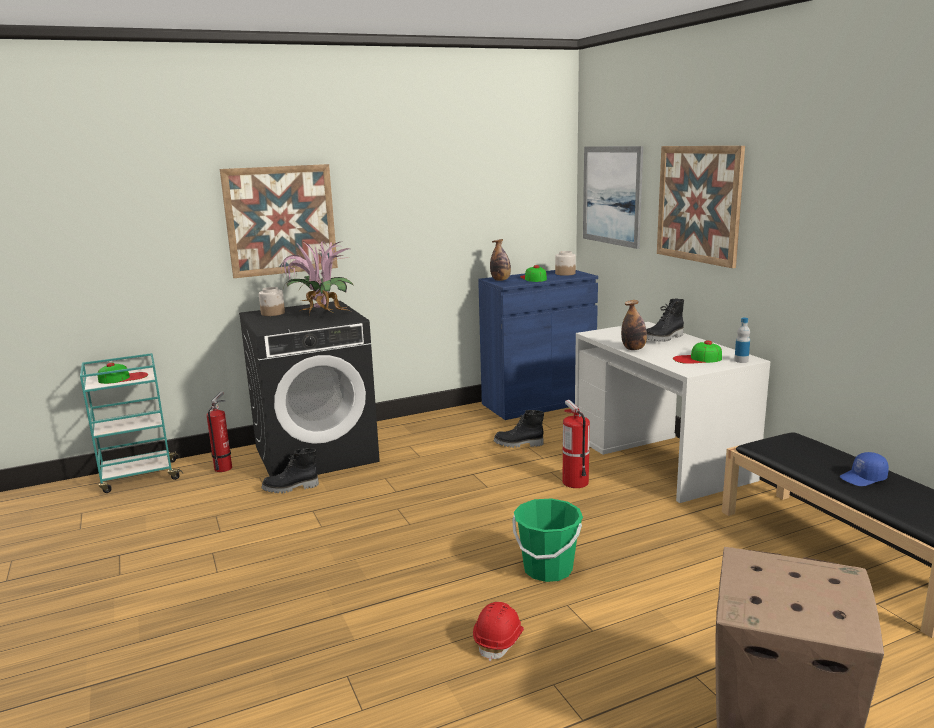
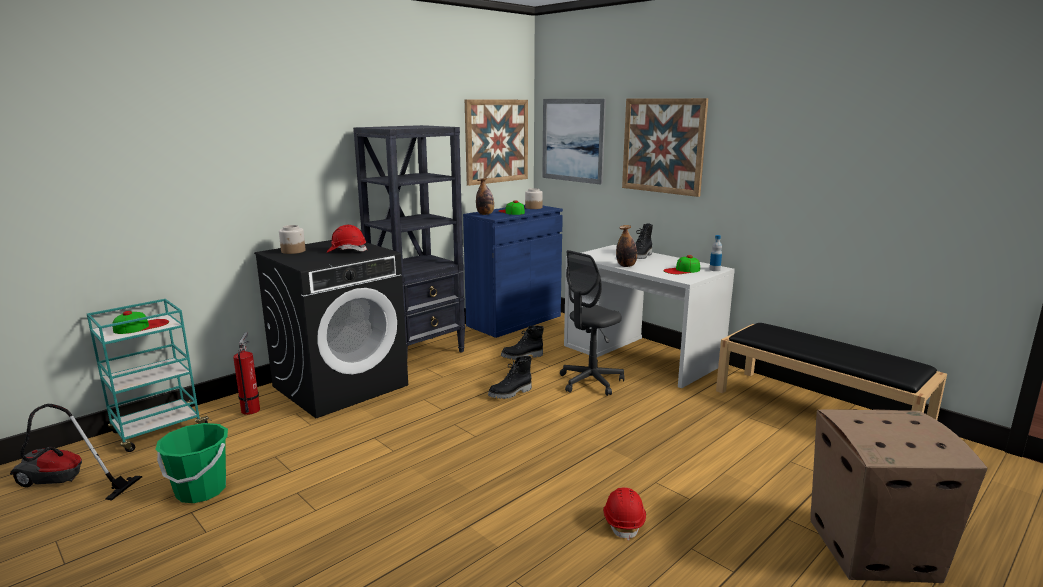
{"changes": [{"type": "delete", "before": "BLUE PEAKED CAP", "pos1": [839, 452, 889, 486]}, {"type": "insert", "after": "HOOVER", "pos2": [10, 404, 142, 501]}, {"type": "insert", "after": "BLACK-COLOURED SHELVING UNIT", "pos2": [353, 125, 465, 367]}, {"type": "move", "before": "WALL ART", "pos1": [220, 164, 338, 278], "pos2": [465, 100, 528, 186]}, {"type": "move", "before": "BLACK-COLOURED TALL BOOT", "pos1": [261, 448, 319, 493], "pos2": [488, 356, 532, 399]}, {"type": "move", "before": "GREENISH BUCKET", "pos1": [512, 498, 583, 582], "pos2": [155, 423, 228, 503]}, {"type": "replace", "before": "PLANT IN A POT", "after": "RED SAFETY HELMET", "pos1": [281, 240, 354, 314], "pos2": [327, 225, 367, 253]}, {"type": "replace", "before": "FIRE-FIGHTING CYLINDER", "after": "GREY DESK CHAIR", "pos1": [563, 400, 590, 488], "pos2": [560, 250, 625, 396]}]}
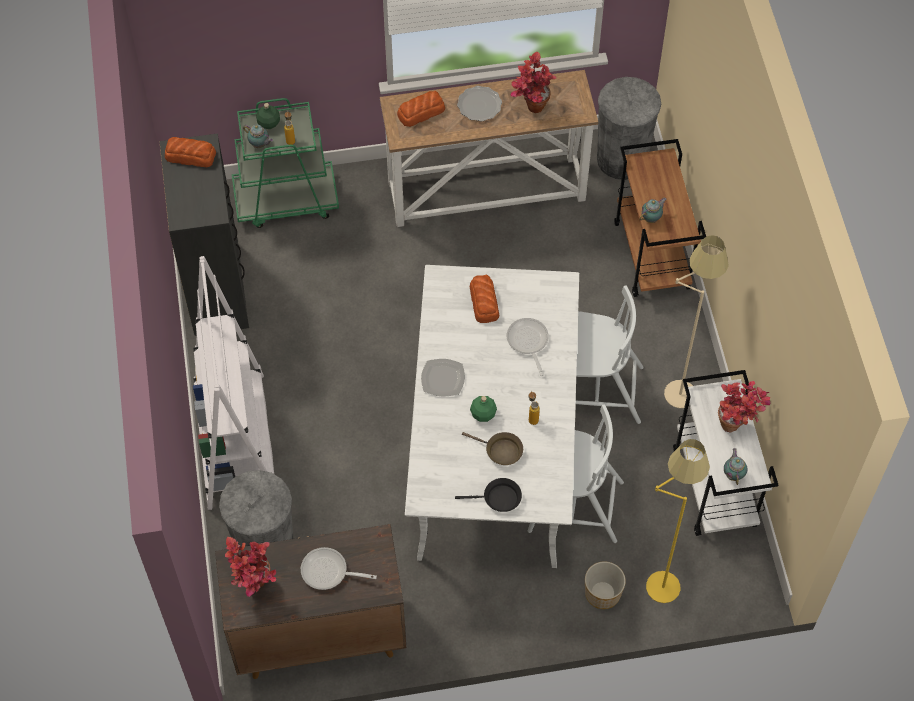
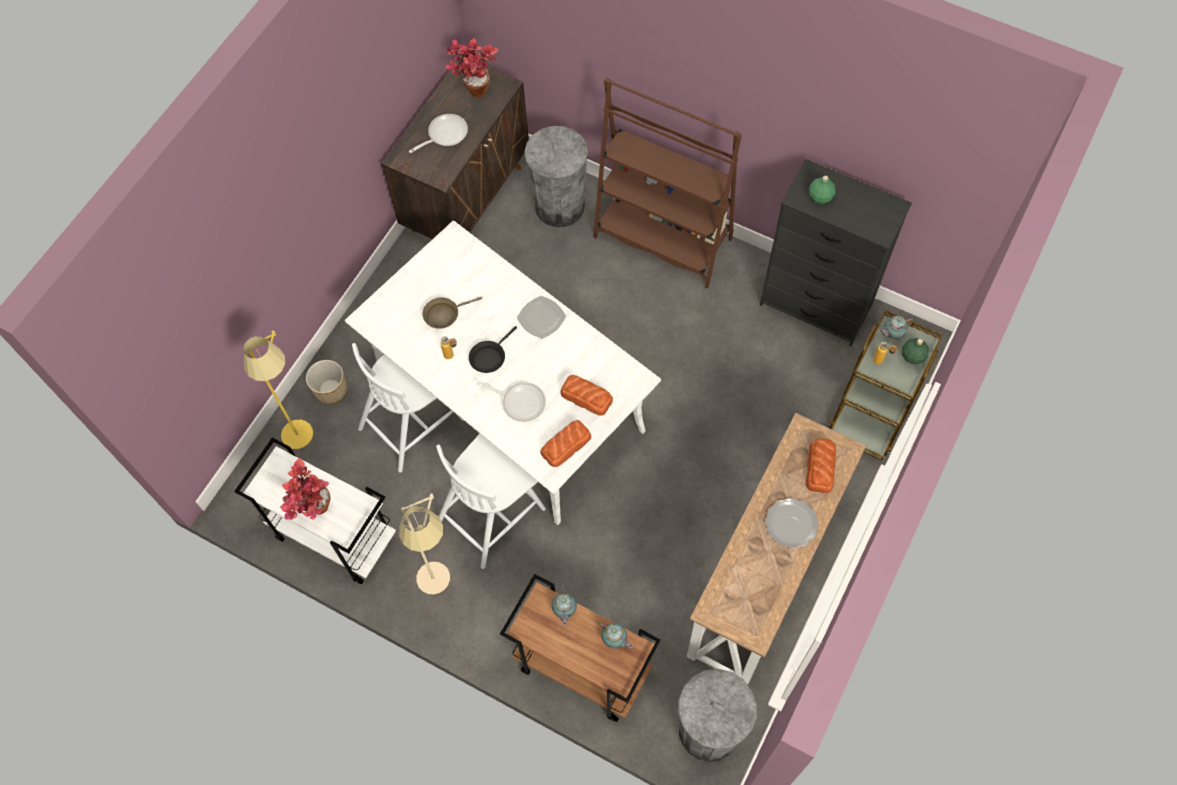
{"changes": [{"type": "delete", "before": "PLANT IN A POT", "pos1": [510, 52, 557, 113]}, {"type": "move", "before": "BREAD", "pos1": [165, 137, 216, 167], "pos2": [540, 420, 591, 467]}, {"type": "move", "before": "BLACK-COLOURED SKILLET", "pos1": [455, 478, 522, 512], "pos2": [469, 326, 517, 373]}, {"type": "move", "before": "GREENISH DRINK BOTTLE", "pos1": [470, 396, 497, 422], "pos2": [809, 175, 835, 204]}, {"type": "move", "before": "TEAPOT", "pos1": [724, 448, 747, 485], "pos2": [598, 622, 633, 648]}, {"type": "recolor", "before": "WHITE SHELVING UNIT", "after": "BROWN-COLOURED SHELVING UNIT", "pos1": [193, 256, 274, 510], "pos2": [593, 77, 742, 289]}, {"type": "recolor", "before": "GREENISH WHEELED CART", "after": "BROWN-COLOURED WHEELED CART", "pos1": [232, 98, 339, 228], "pos2": [829, 310, 943, 461]}]}
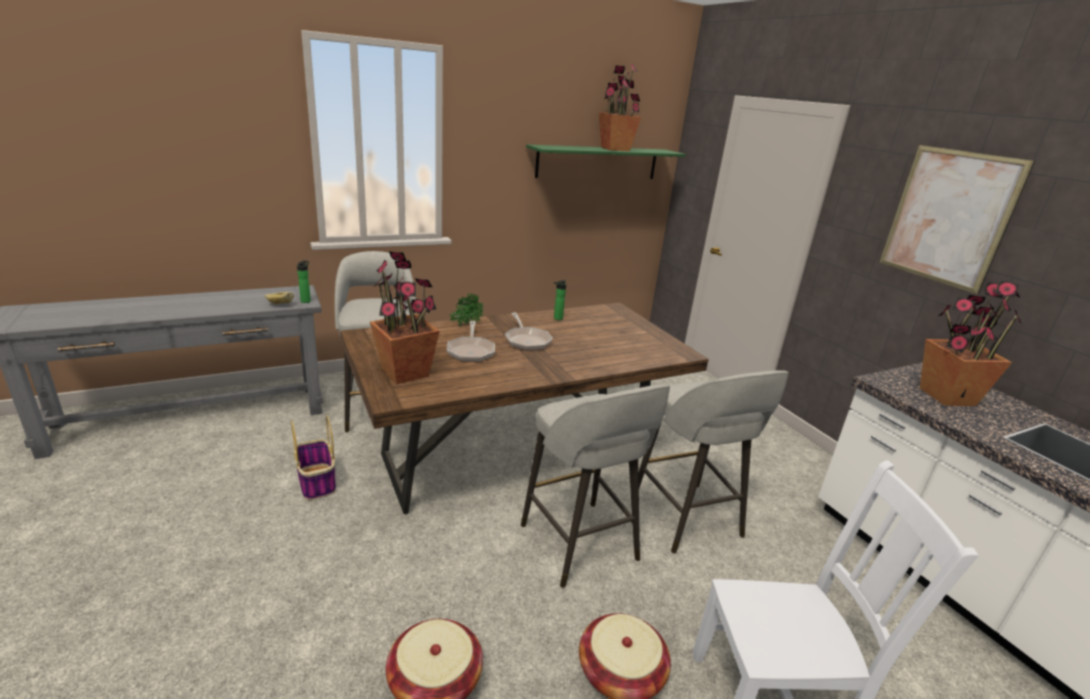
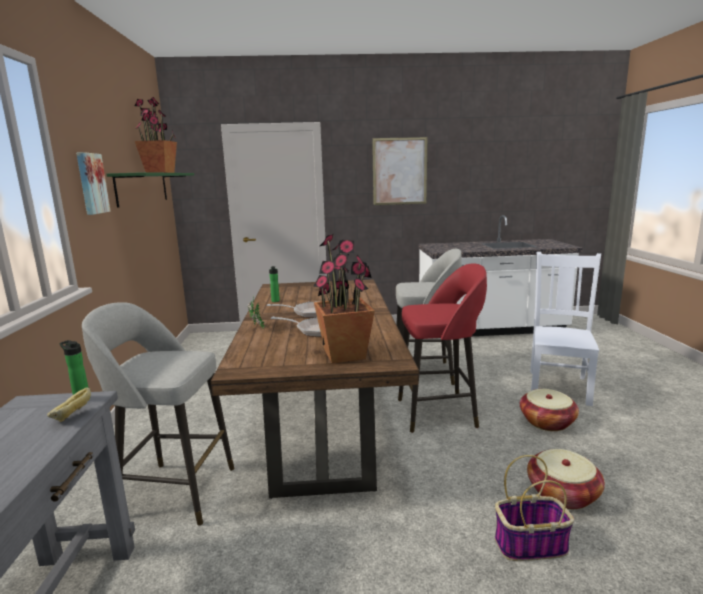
{"changes": [{"type": "delete", "before": "PLANT IN A POT", "pos1": [920, 281, 1022, 406]}, {"type": "insert", "after": "WALL ART", "pos2": [76, 152, 111, 215]}, {"type": "move", "before": "HOUSEHOLD BASKET", "pos1": [291, 415, 336, 500], "pos2": [495, 455, 574, 561]}, {"type": "recolor", "before": "GREY STOOL", "after": "RED STOOL", "pos1": [521, 384, 670, 588], "pos2": [398, 263, 487, 433]}]}
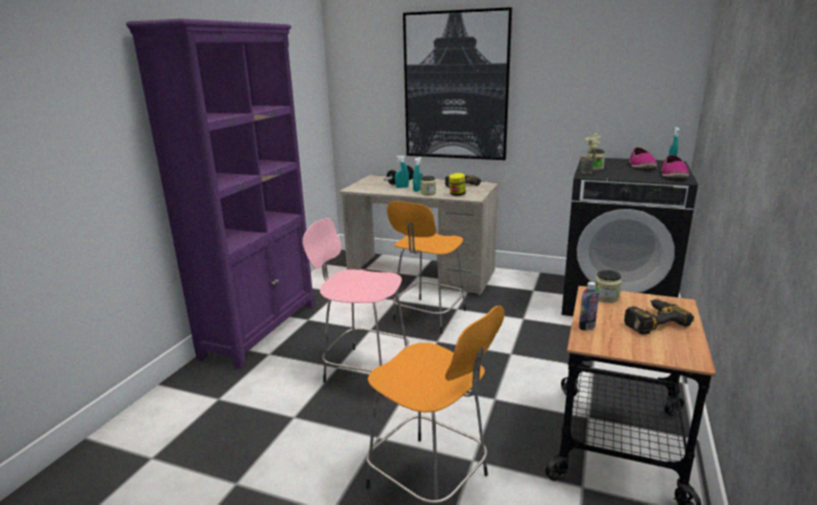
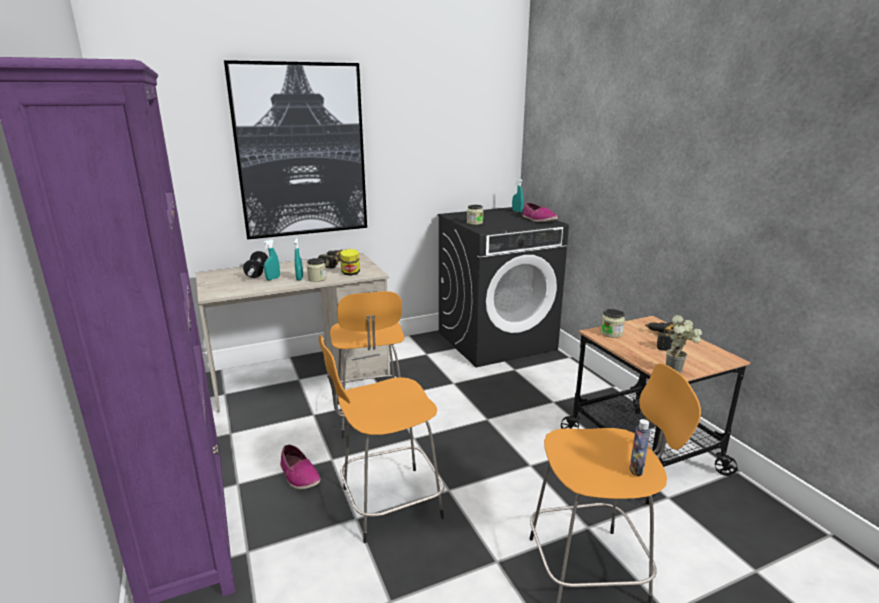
{"changes": [{"type": "move", "before": "DRINK BOTTLE", "pos1": [579, 282, 599, 330], "pos2": [630, 419, 650, 476]}, {"type": "move", "before": "PLANT IN A POT", "pos1": [581, 132, 601, 174], "pos2": [666, 315, 702, 374]}, {"type": "move", "before": "LOW SHOE", "pos1": [629, 147, 657, 168], "pos2": [280, 445, 320, 489]}, {"type": "recolor", "before": "PINK STOOL", "after": "ORANGEY STOOL", "pos1": [303, 218, 409, 396], "pos2": [319, 335, 444, 543]}]}
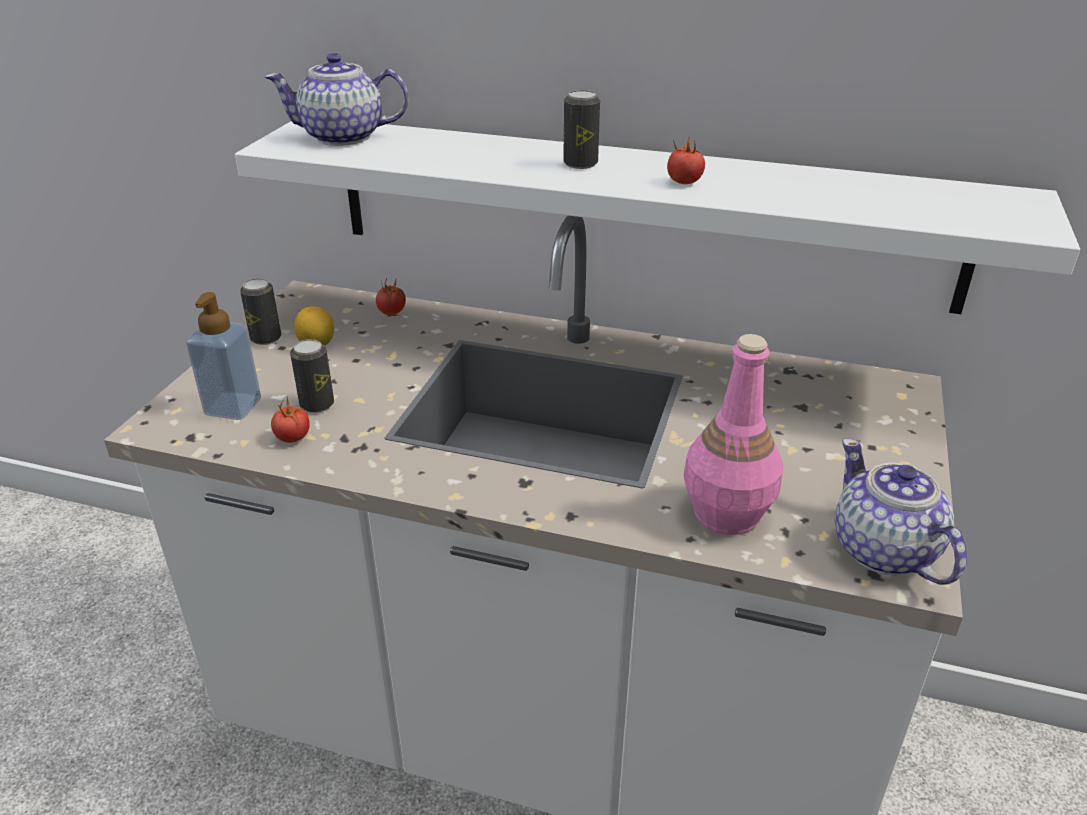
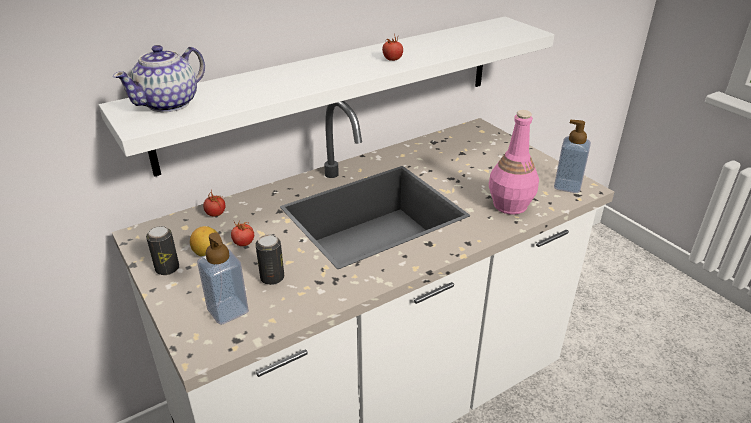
{"changes": [{"type": "delete", "before": "SEALED CAN", "pos1": [563, 90, 600, 169]}, {"type": "move", "before": "TOMATO", "pos1": [271, 397, 310, 443], "pos2": [231, 220, 254, 246]}, {"type": "replace", "before": "TEAPOT", "after": "SOAP BOTTLE", "pos1": [835, 439, 967, 585], "pos2": [554, 120, 591, 193]}]}
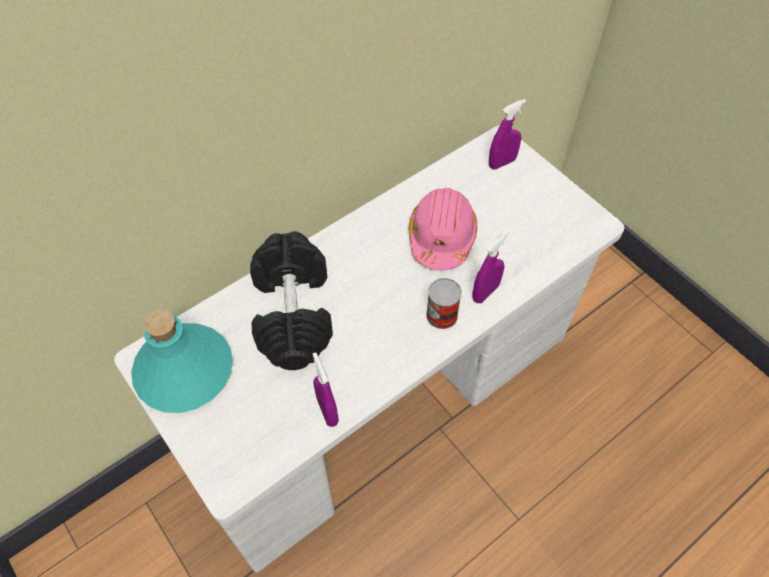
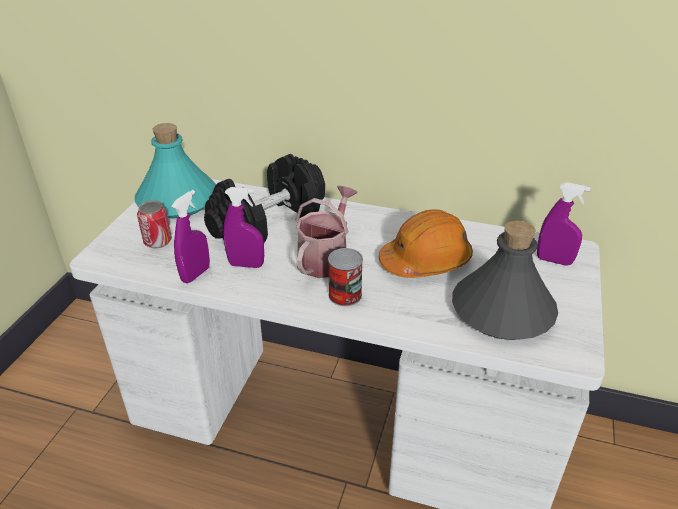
{"changes": [{"type": "insert", "after": "SEALED CAN", "pos2": [137, 200, 172, 248]}, {"type": "insert", "after": "WATERING CAN", "pos2": [296, 186, 357, 278]}, {"type": "insert", "after": "GREY DRINK BOTTLE", "pos2": [452, 221, 558, 340]}, {"type": "move", "before": "PURPLISH SPRAYER", "pos1": [472, 231, 508, 303], "pos2": [223, 187, 264, 268]}, {"type": "recolor", "before": "PINK SAFETY HELMET", "after": "ORANGEY SAFETY HELMET", "pos1": [409, 188, 477, 271], "pos2": [379, 209, 473, 278]}]}
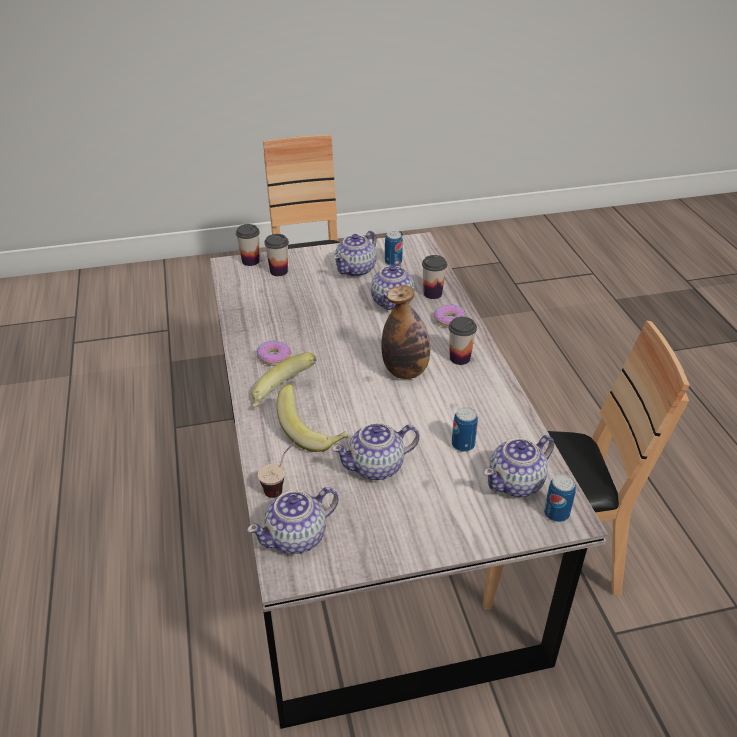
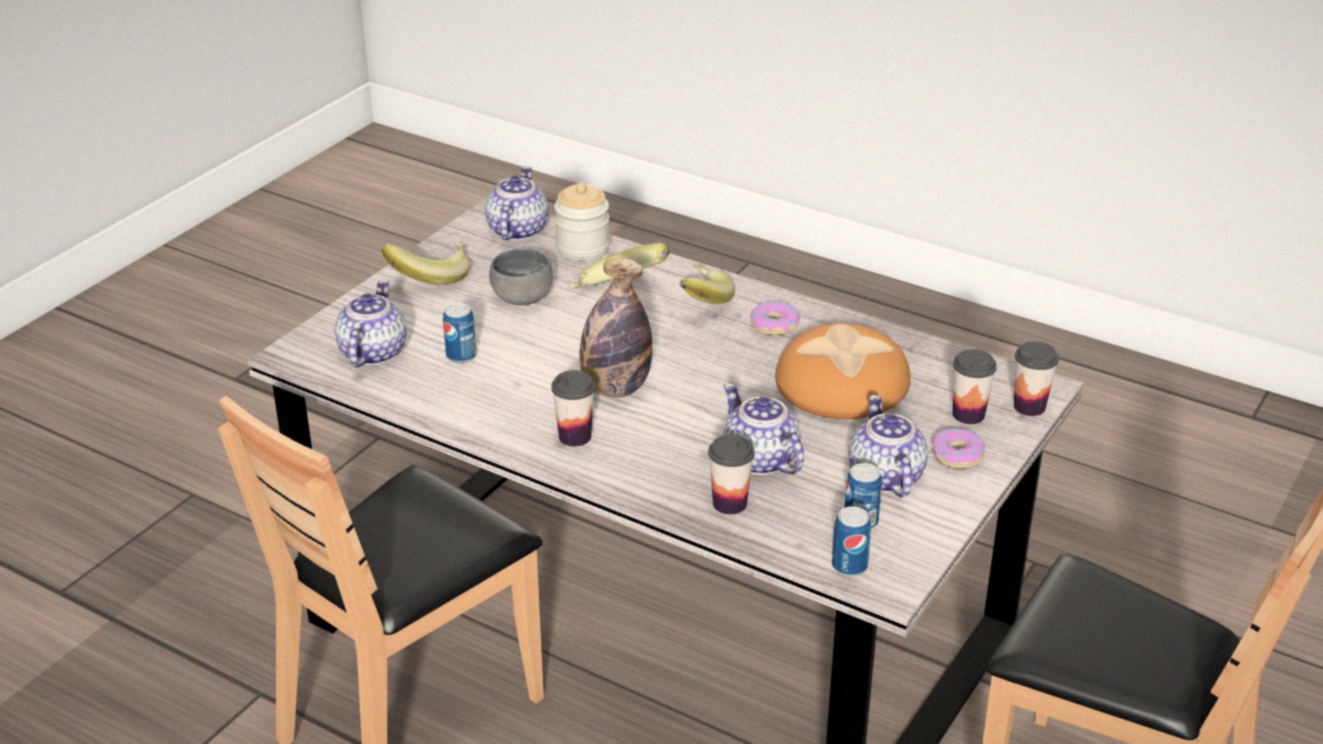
{"changes": [{"type": "insert", "after": "BANANA", "pos2": [382, 242, 470, 285]}, {"type": "insert", "after": "BREAD", "pos2": [775, 323, 911, 419]}, {"type": "move", "before": "RING DOUGHNUT", "pos1": [434, 304, 466, 328], "pos2": [932, 428, 985, 469]}, {"type": "move", "before": "SEALED CAN", "pos1": [544, 474, 576, 522], "pos2": [832, 506, 871, 576]}, {"type": "replace", "before": "CUP", "after": "JAR", "pos1": [258, 441, 296, 498], "pos2": [554, 183, 610, 261]}, {"type": "replace", "before": "TEAPOT", "after": "GREY BOWL", "pos1": [332, 422, 419, 480], "pos2": [489, 248, 553, 305]}]}
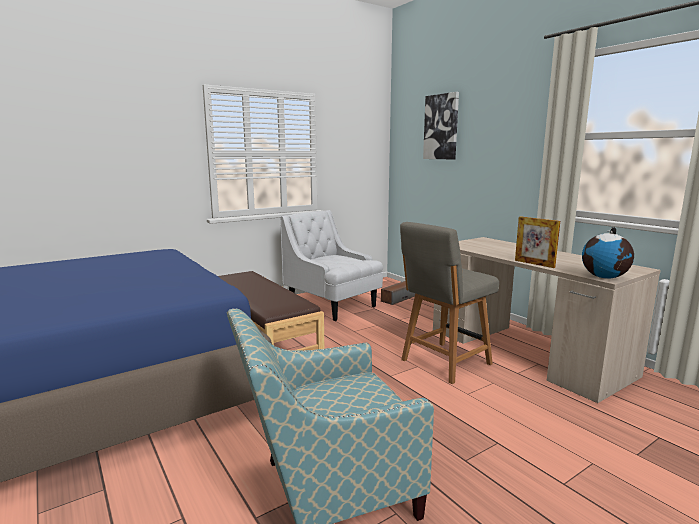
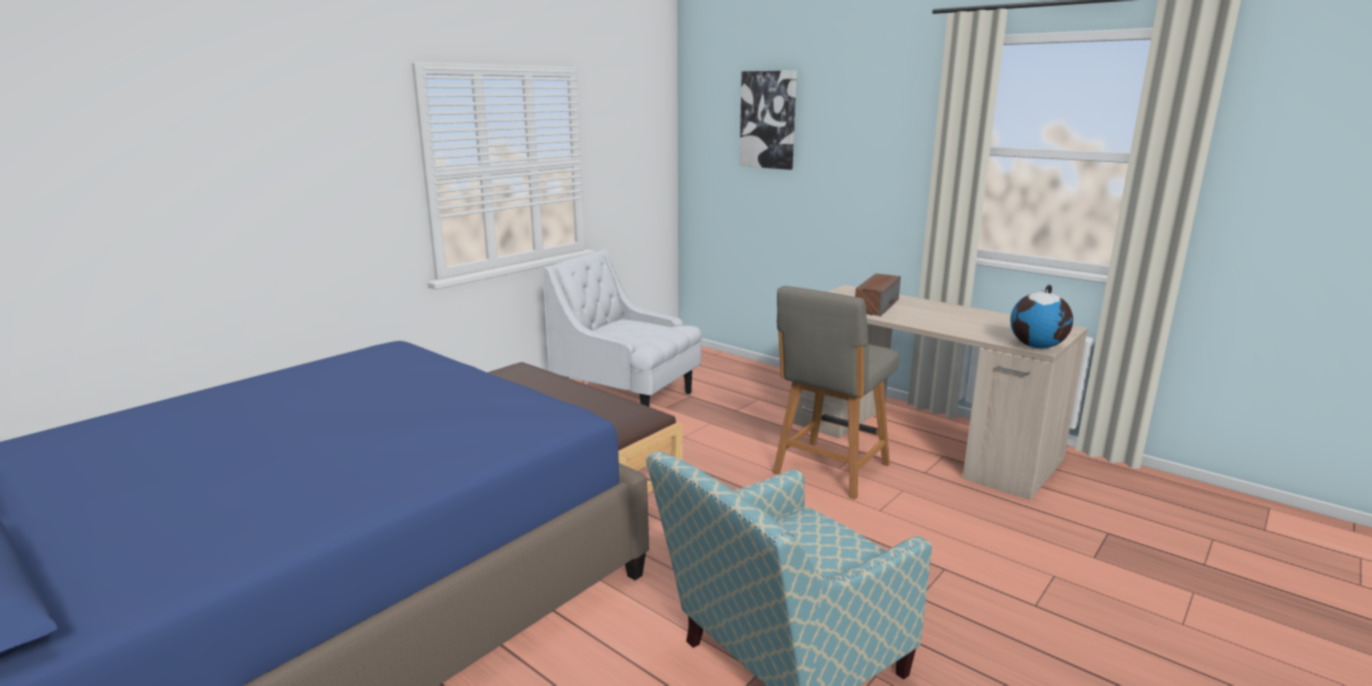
{"changes": [{"type": "delete", "before": "STANDING FRAME", "pos1": [515, 216, 560, 268]}, {"type": "move", "before": "LOUDSPEAKER", "pos1": [381, 281, 415, 305], "pos2": [855, 273, 901, 317]}]}
